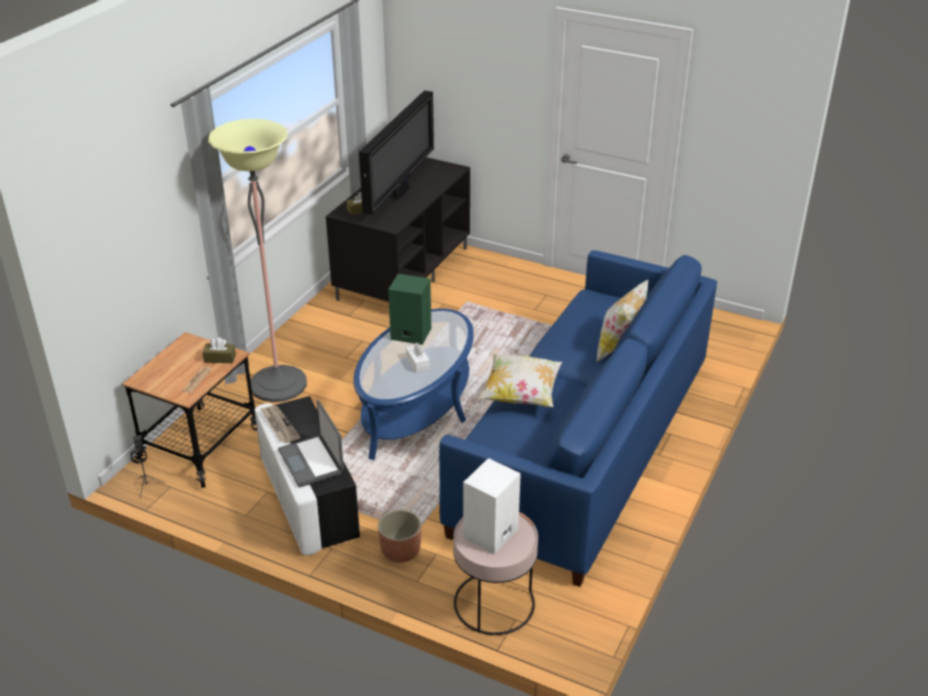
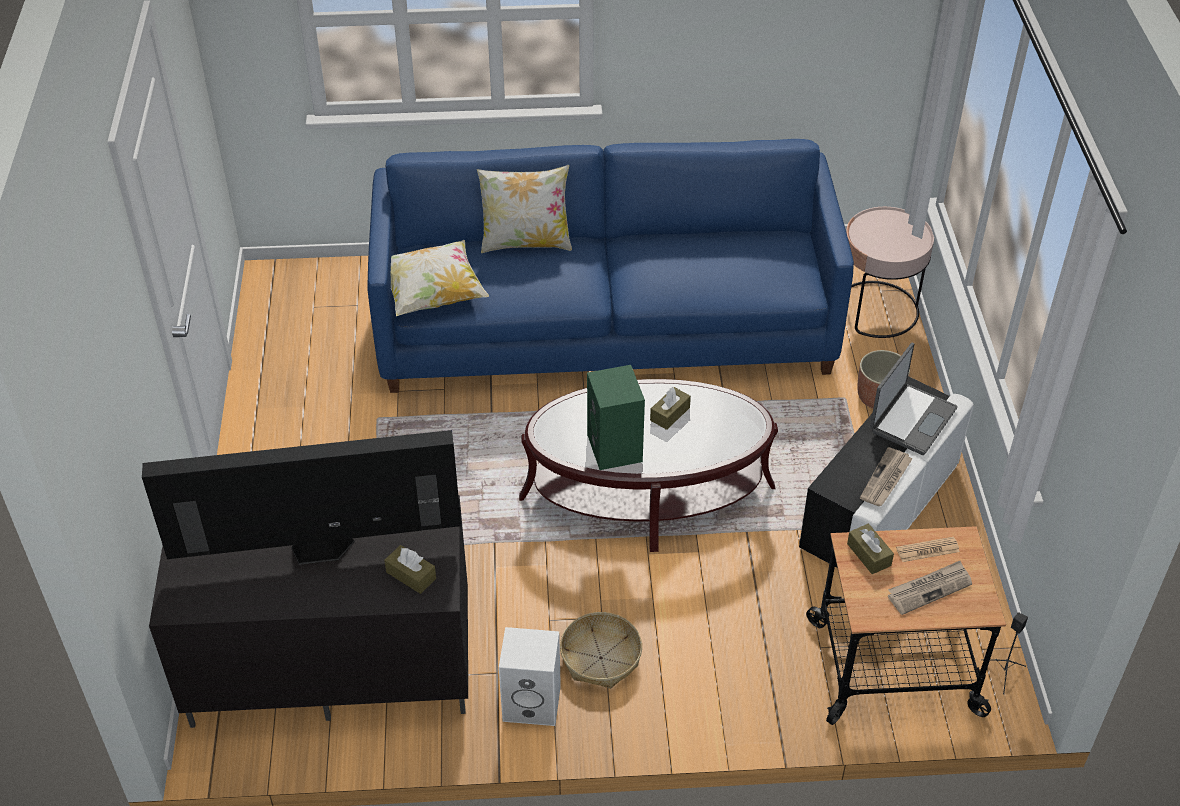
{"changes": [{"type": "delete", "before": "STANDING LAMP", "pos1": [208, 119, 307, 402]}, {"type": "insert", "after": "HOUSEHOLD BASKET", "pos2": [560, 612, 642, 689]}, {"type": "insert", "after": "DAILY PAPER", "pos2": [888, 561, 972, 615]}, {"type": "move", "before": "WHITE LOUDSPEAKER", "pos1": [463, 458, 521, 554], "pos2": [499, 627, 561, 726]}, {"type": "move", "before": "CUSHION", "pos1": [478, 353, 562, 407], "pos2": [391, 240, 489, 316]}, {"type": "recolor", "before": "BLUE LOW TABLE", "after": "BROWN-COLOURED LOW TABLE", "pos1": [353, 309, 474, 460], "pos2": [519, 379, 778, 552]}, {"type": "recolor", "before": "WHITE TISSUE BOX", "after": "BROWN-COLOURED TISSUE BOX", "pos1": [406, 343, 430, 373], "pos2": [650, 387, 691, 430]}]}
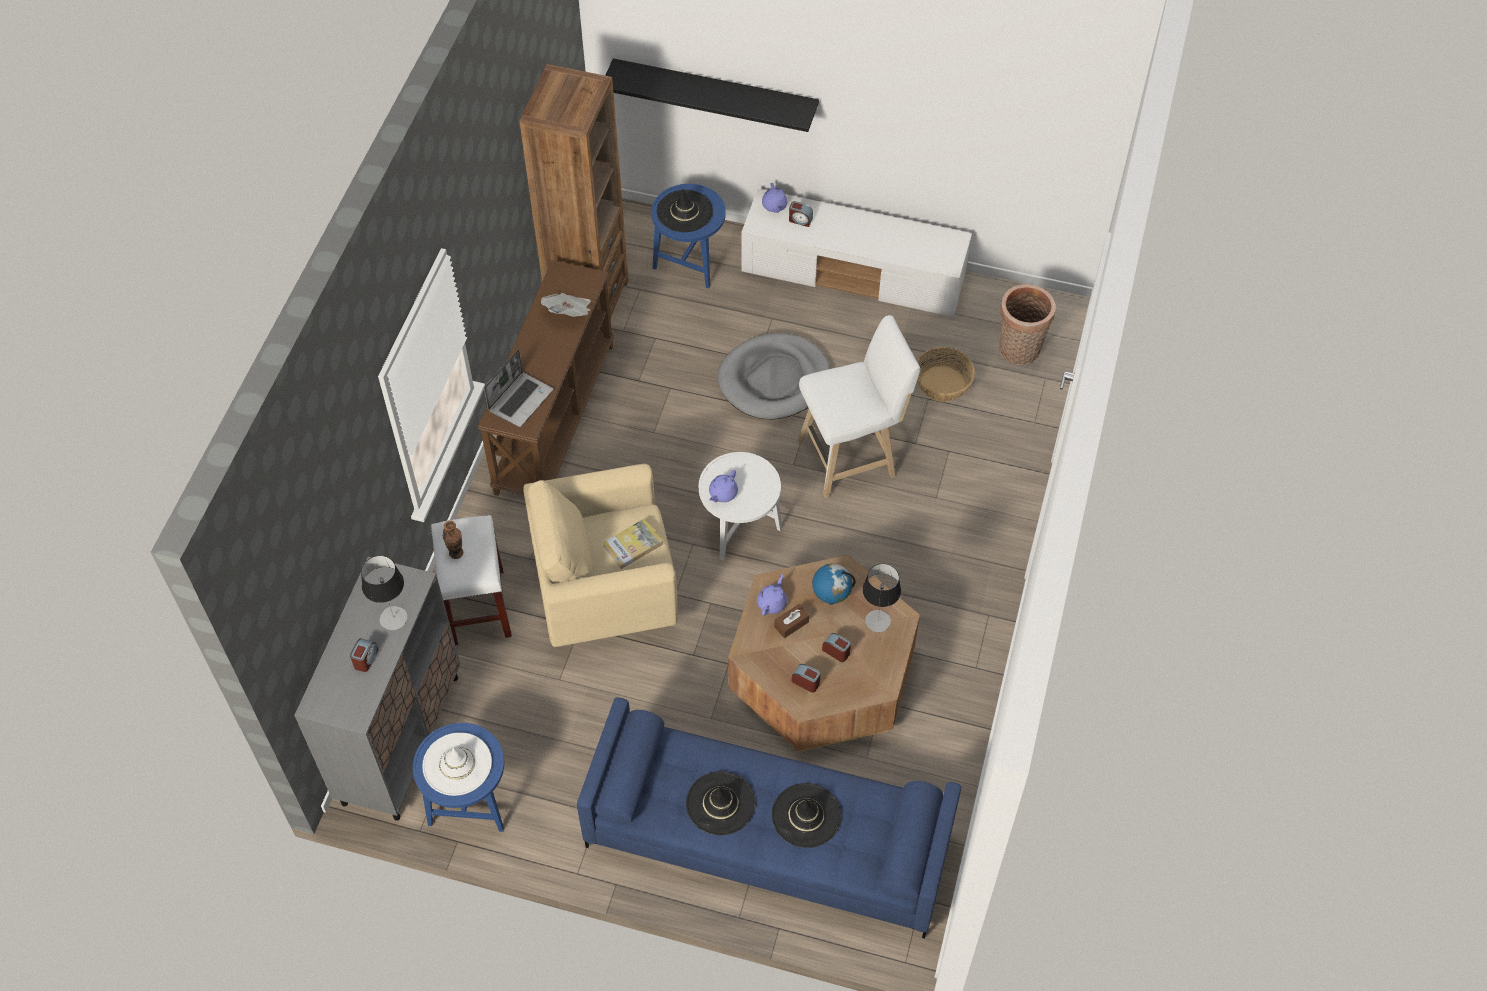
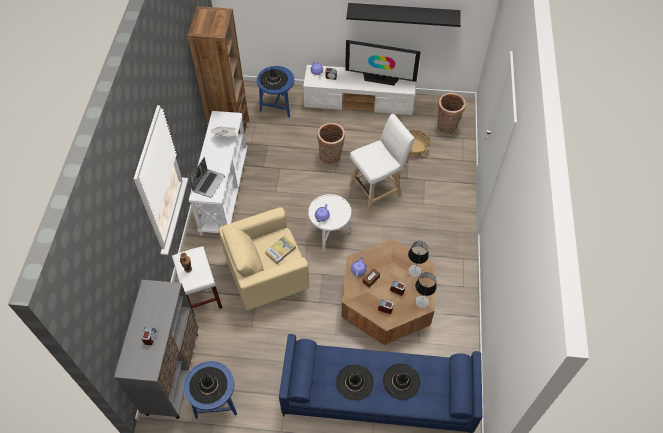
{"changes": [{"type": "delete", "before": "DESK GLOBE", "pos1": [812, 564, 855, 604]}, {"type": "insert", "after": "TV SET", "pos2": [345, 40, 421, 86]}, {"type": "move", "before": "LAMP FOR A TABLE", "pos1": [361, 556, 407, 630], "pos2": [415, 272, 436, 308]}, {"type": "move", "before": "BLACK-COLOURED WALL SHELF", "pos1": [605, 58, 819, 132], "pos2": [346, 3, 461, 27]}, {"type": "replace", "before": "GREY DOG CUSHION", "after": "HOUSEHOLD BASKET", "pos1": [718, 333, 830, 420], "pos2": [317, 123, 345, 165]}, {"type": "recolor", "before": "WHITE HAT", "after": "BLACK-COLOURED HAT", "pos1": [422, 732, 492, 796], "pos2": [189, 367, 227, 404]}, {"type": "recolor", "before": "BROWN-COLOURED CONSOLE TABLE", "after": "WHITE CONSOLE TABLE", "pos1": [478, 260, 614, 496], "pos2": [188, 111, 247, 235]}]}
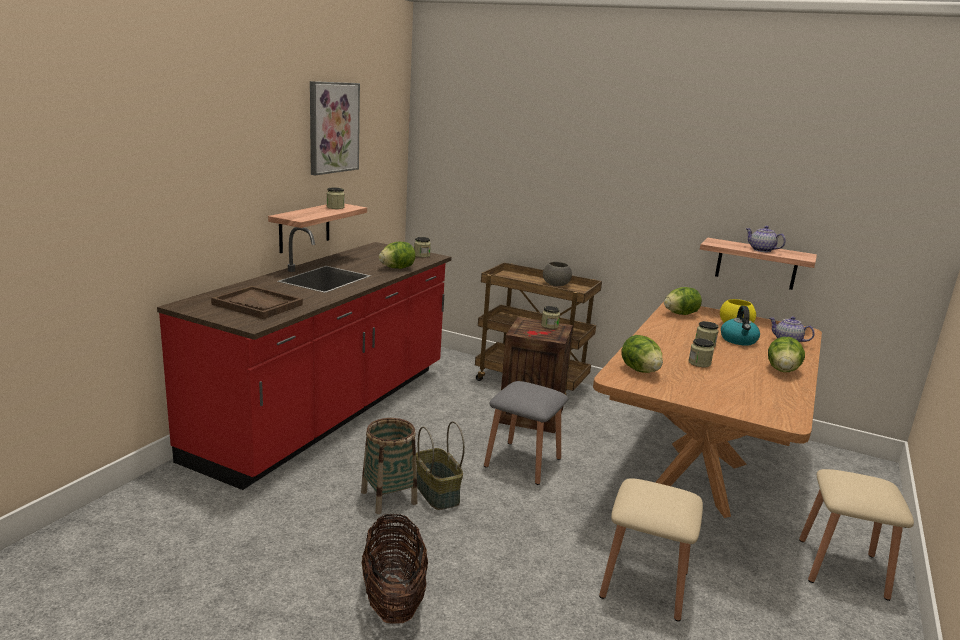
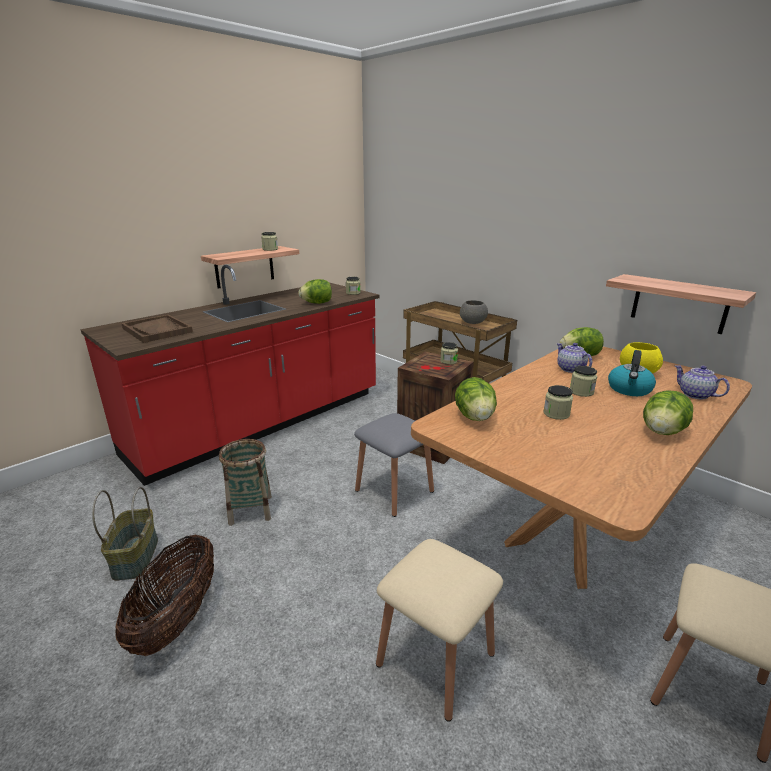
{"changes": [{"type": "delete", "before": "WALL ART", "pos1": [310, 81, 360, 175]}, {"type": "move", "before": "HOUSEHOLD BASKET", "pos1": [416, 421, 465, 510], "pos2": [92, 487, 158, 581]}, {"type": "move", "before": "TEAPOT", "pos1": [745, 226, 786, 252], "pos2": [557, 343, 592, 373]}]}
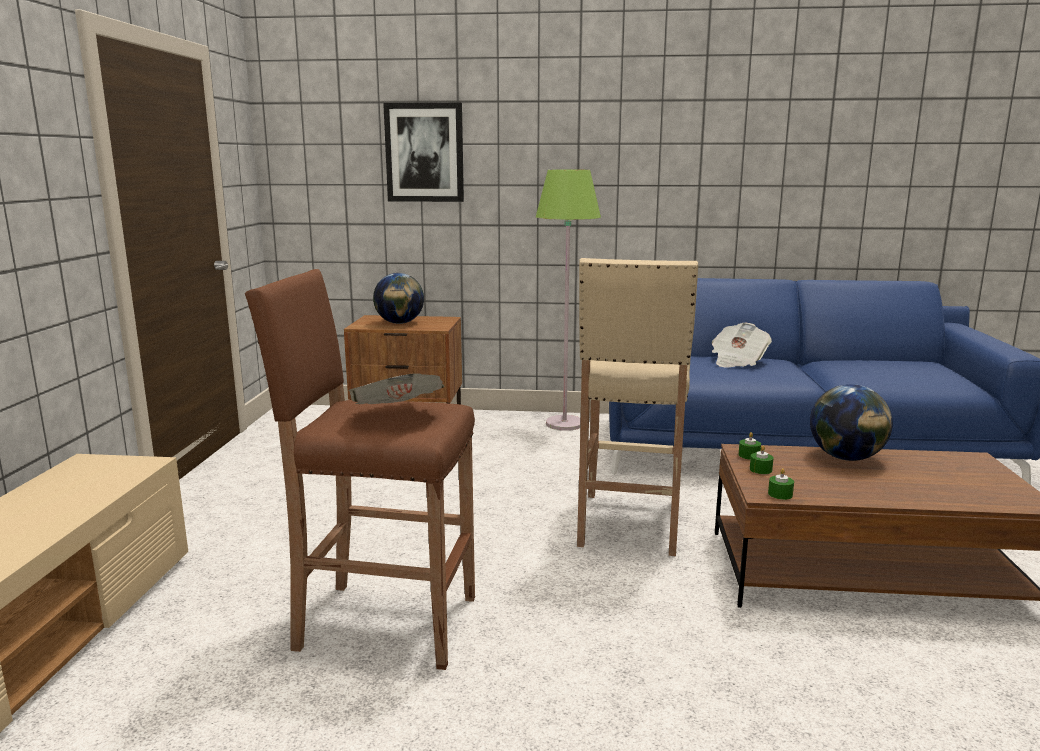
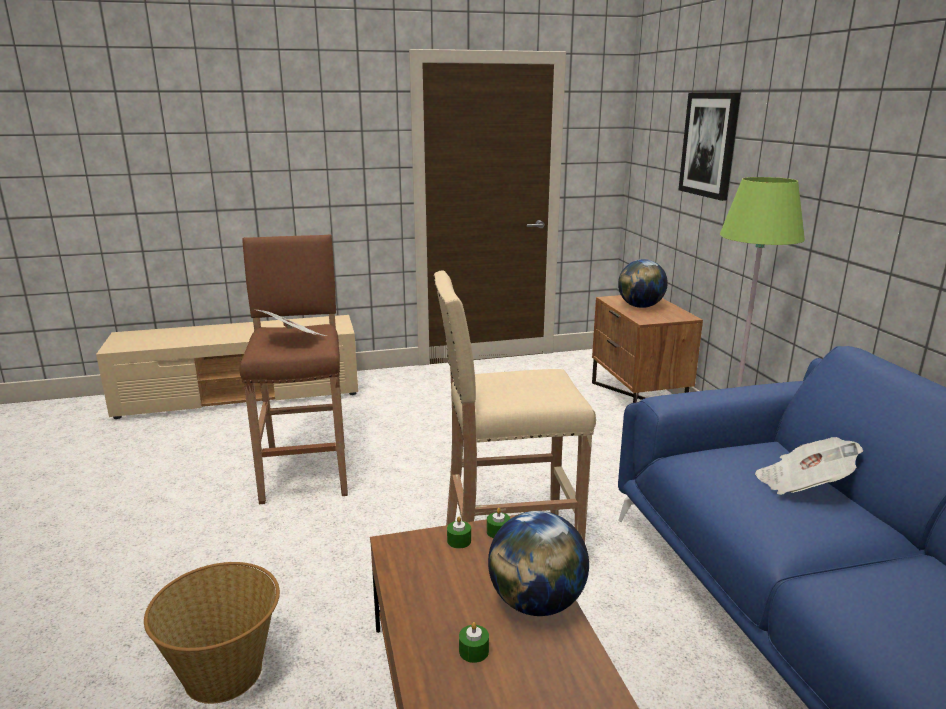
{"changes": [{"type": "insert", "after": "HOUSEHOLD BASKET", "pos2": [144, 562, 280, 704]}, {"type": "move", "before": "GREENISH CANDLE", "pos1": [768, 468, 794, 500], "pos2": [459, 622, 489, 663]}]}
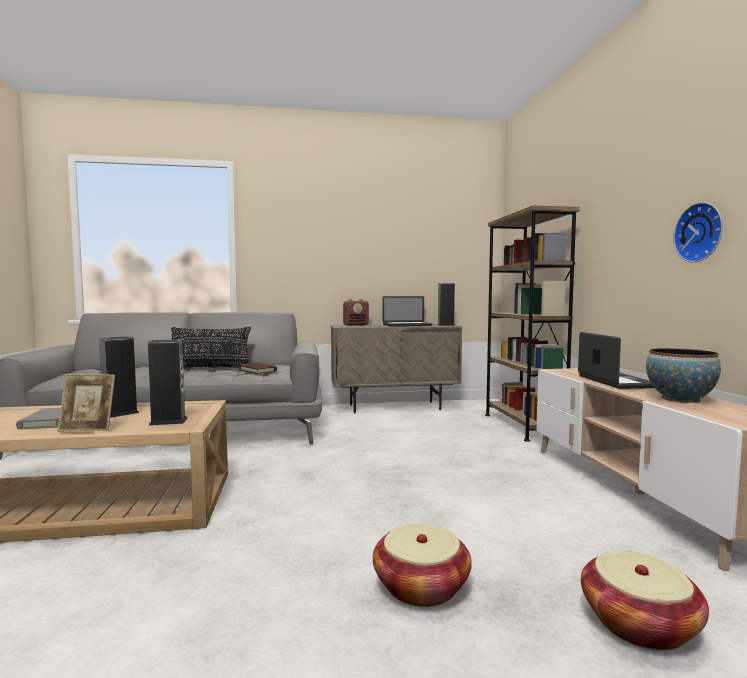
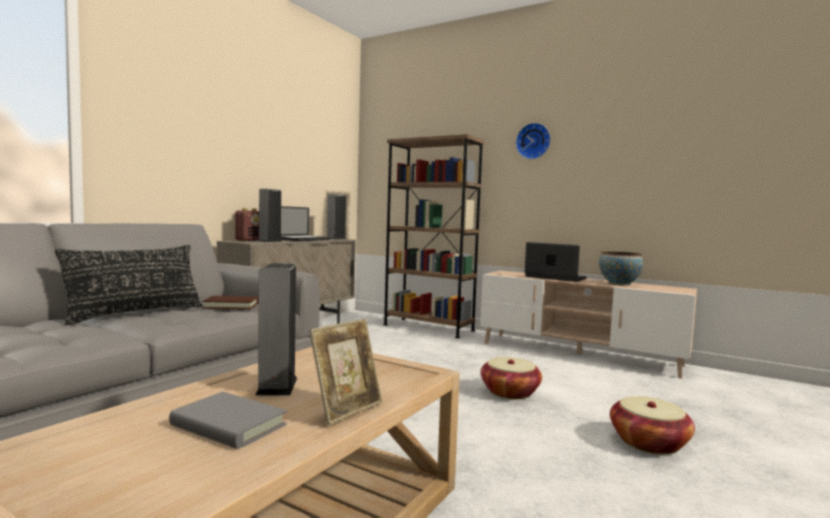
{"changes": [{"type": "move", "before": "LOUDSPEAKER", "pos1": [148, 340, 187, 425], "pos2": [258, 189, 282, 242]}, {"type": "move", "before": "HOUSEHOLD BASKET", "pos1": [581, 551, 709, 651], "pos2": [480, 357, 542, 399]}, {"type": "move", "before": "CLOCK ON THE WALL", "pos1": [673, 202, 723, 263], "pos2": [516, 123, 551, 159]}]}
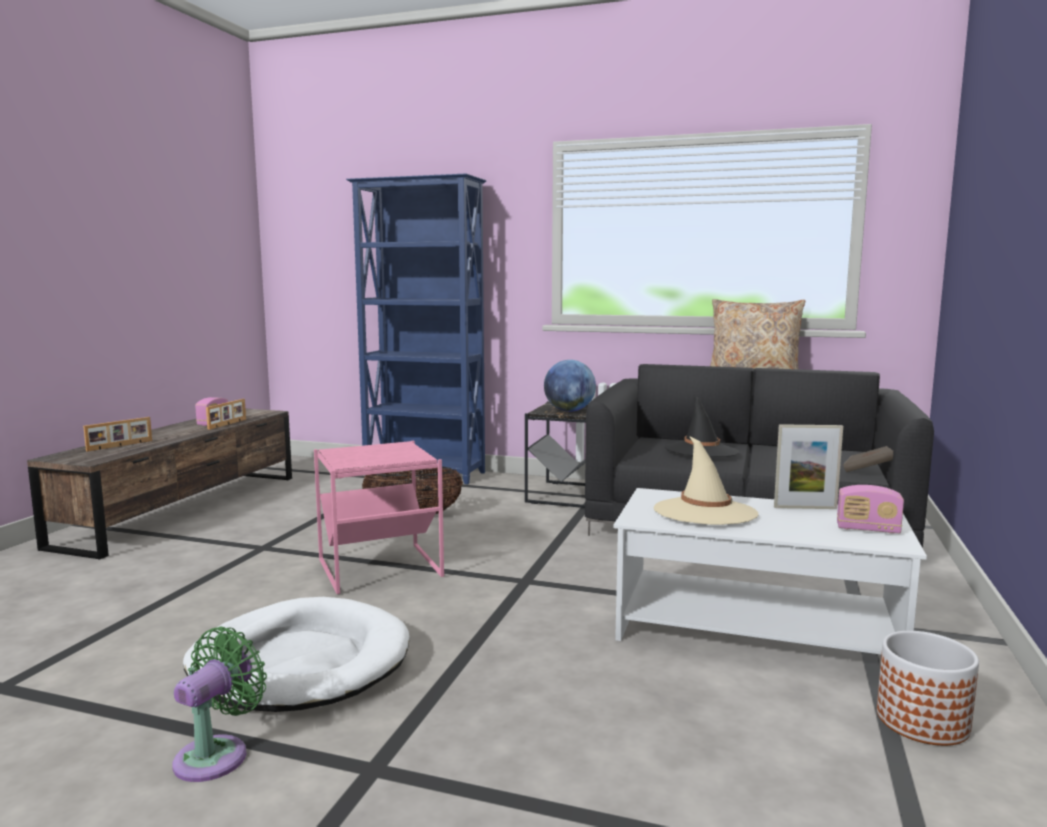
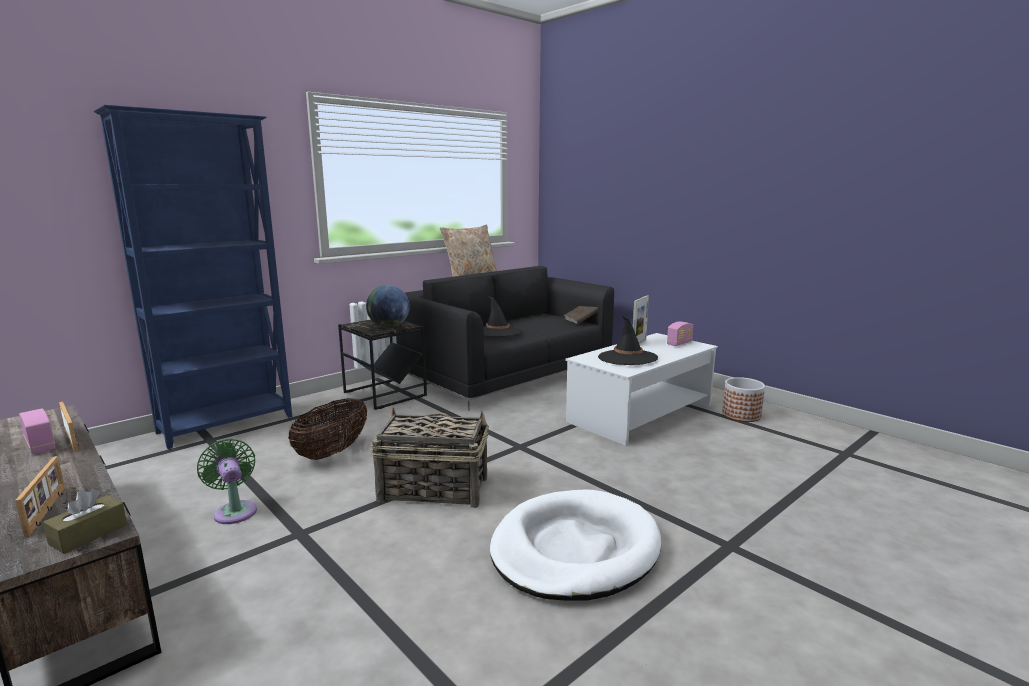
{"changes": [{"type": "insert", "after": "BROWN-COLOURED TISSUE BOX", "pos2": [43, 489, 127, 554]}, {"type": "move", "before": "GREENISH FAN", "pos1": [172, 627, 267, 782], "pos2": [197, 439, 257, 524]}, {"type": "replace", "before": "PINK SIDE TABLE", "after": "HOUSEHOLD BASKET", "pos1": [314, 441, 444, 594], "pos2": [371, 407, 489, 508]}, {"type": "recolor", "before": "BEIGE-COLOURED HAT", "after": "BLACK-COLOURED HAT", "pos1": [653, 436, 759, 525], "pos2": [598, 316, 658, 365]}]}
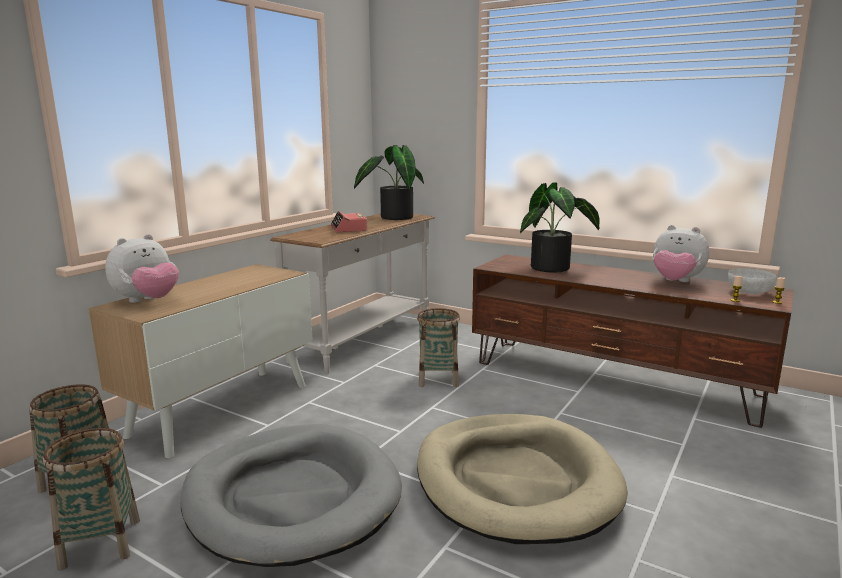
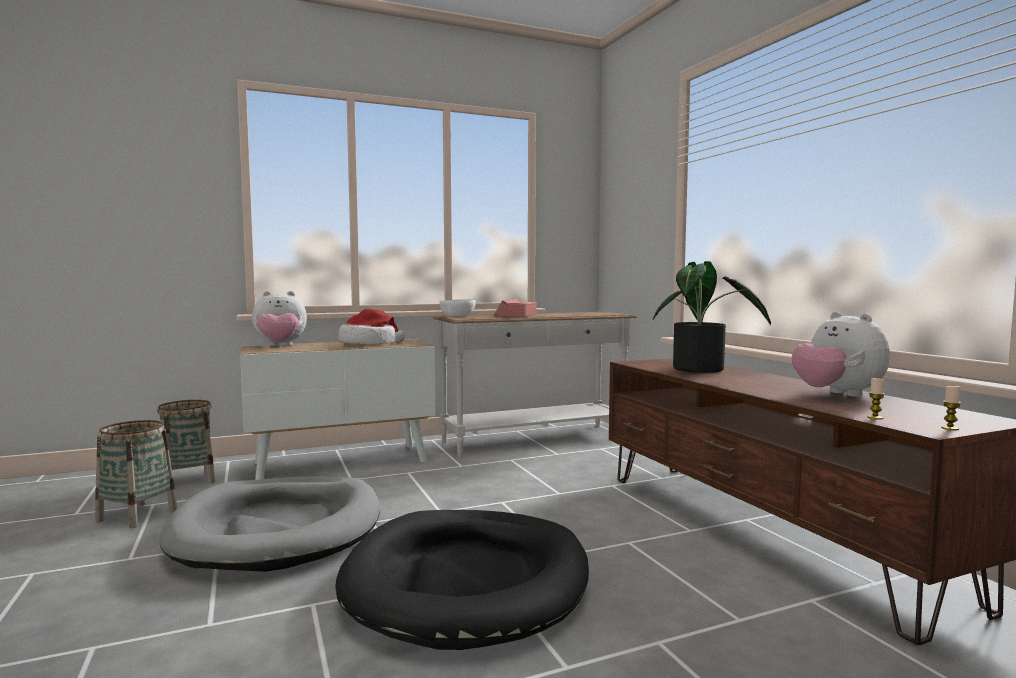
{"changes": [{"type": "delete", "before": "PLANT IN A POT", "pos1": [354, 145, 424, 220]}, {"type": "delete", "before": "HOUSEHOLD BASKET", "pos1": [417, 308, 460, 387]}, {"type": "insert", "after": "HAT", "pos2": [338, 309, 405, 345]}, {"type": "move", "before": "WHITE BOWL", "pos1": [728, 268, 777, 294], "pos2": [440, 299, 475, 317]}, {"type": "recolor", "before": "BEIGE-COLOURED DOG CUSHION", "after": "BLACK-COLOURED DOG CUSHION", "pos1": [417, 414, 628, 544], "pos2": [335, 510, 589, 650]}]}
